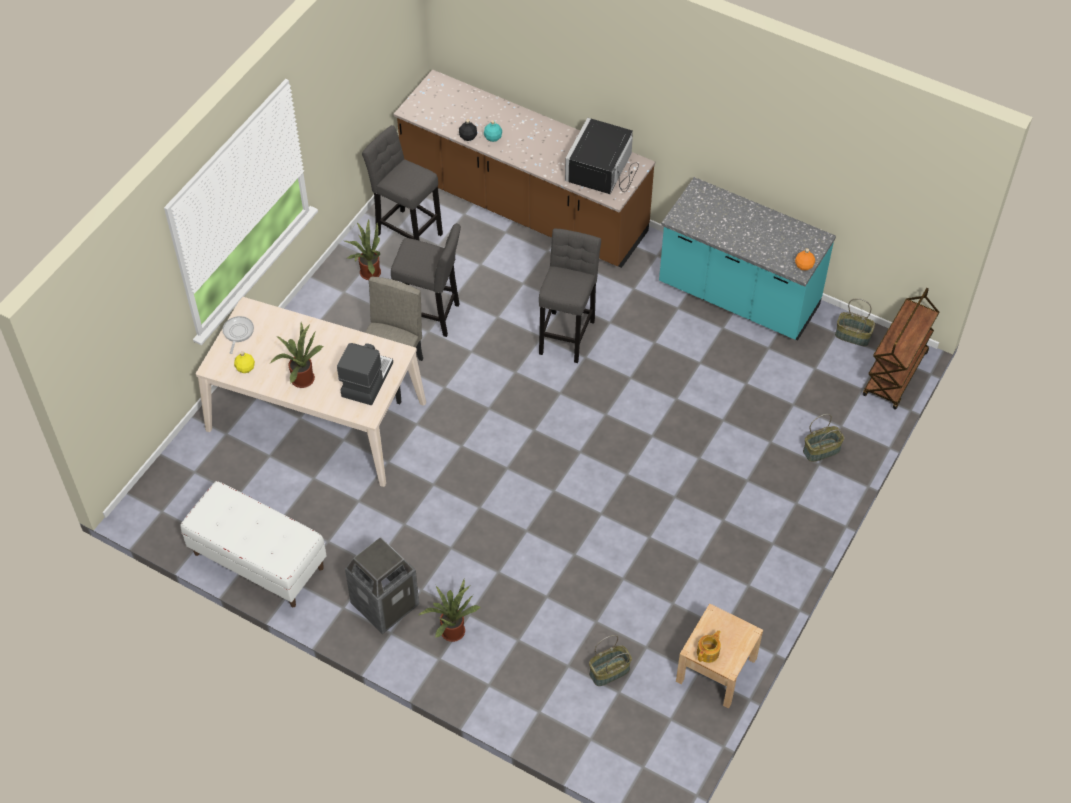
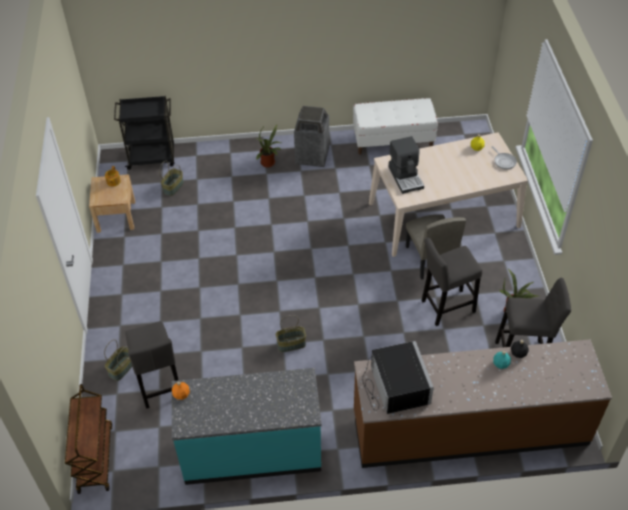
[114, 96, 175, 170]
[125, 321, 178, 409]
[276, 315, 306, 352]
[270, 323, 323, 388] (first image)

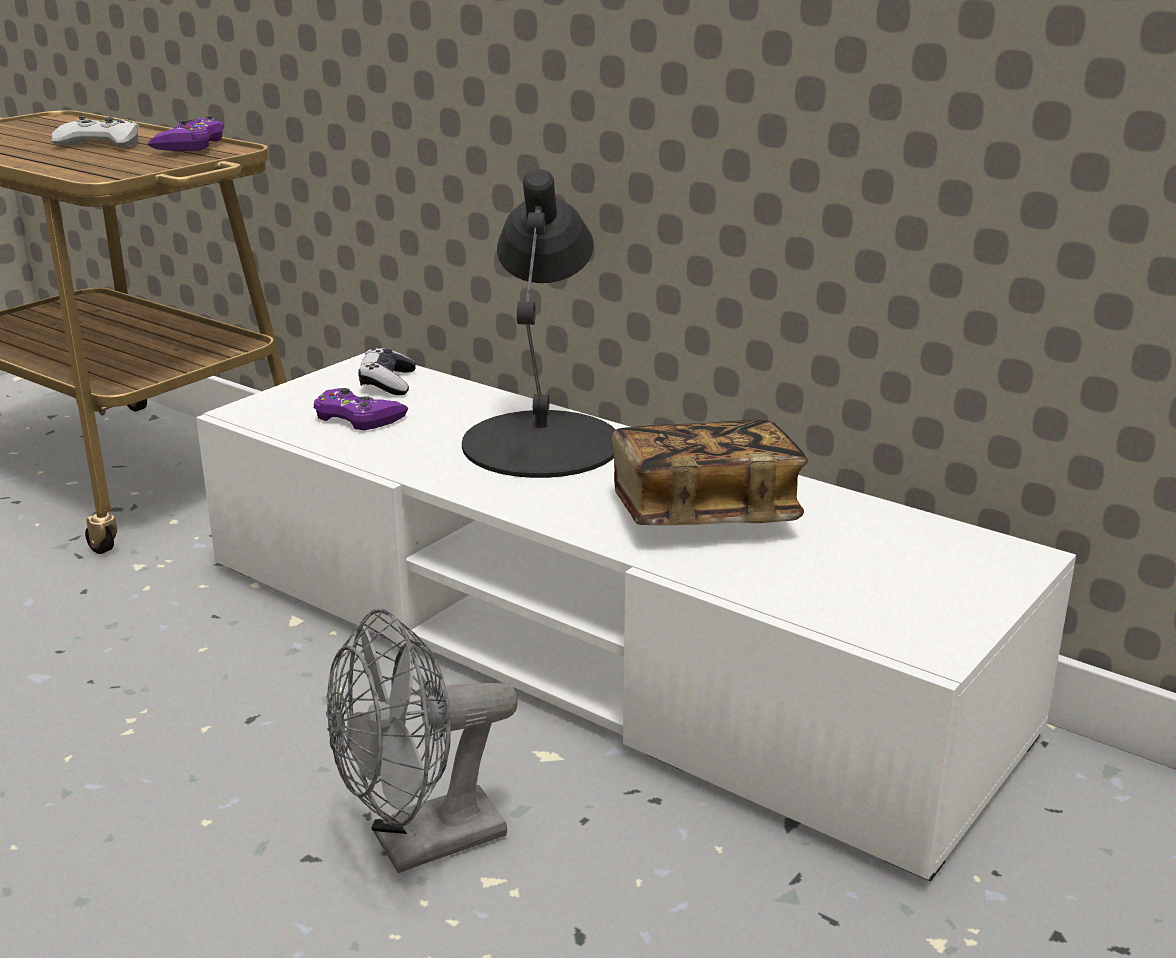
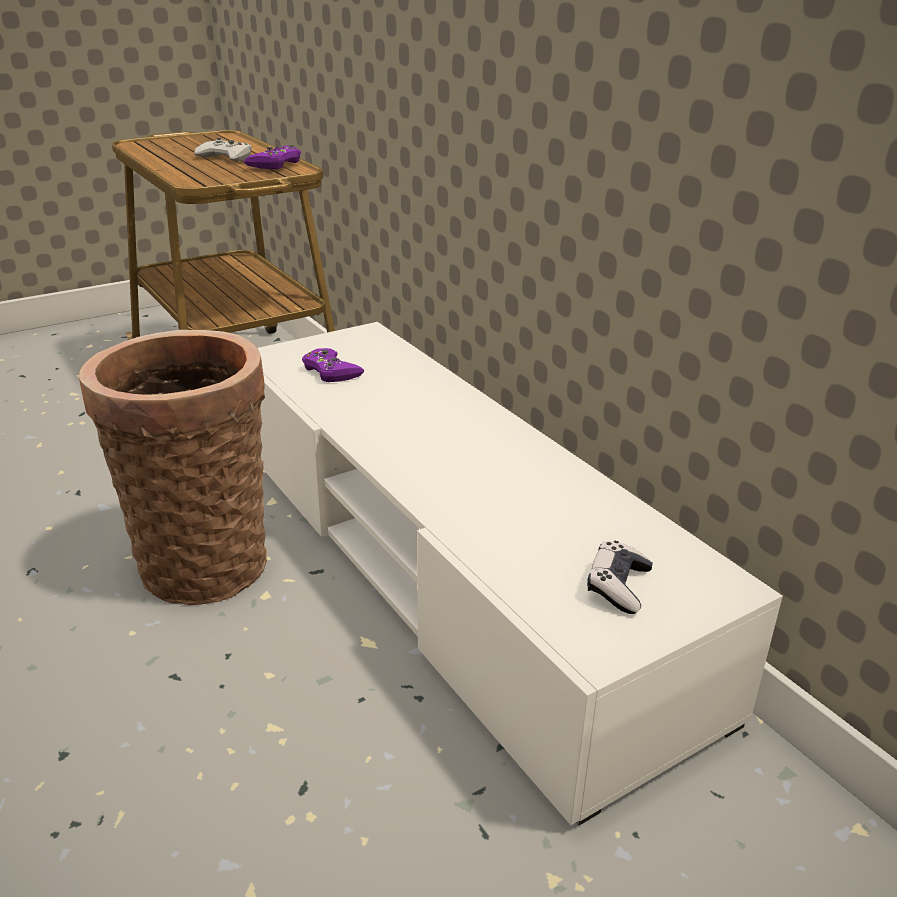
[79, 330, 267, 605]
[587, 541, 653, 614]
[326, 608, 518, 873] (first image)
[462, 169, 616, 478] (first image)
[612, 420, 808, 525] (first image)

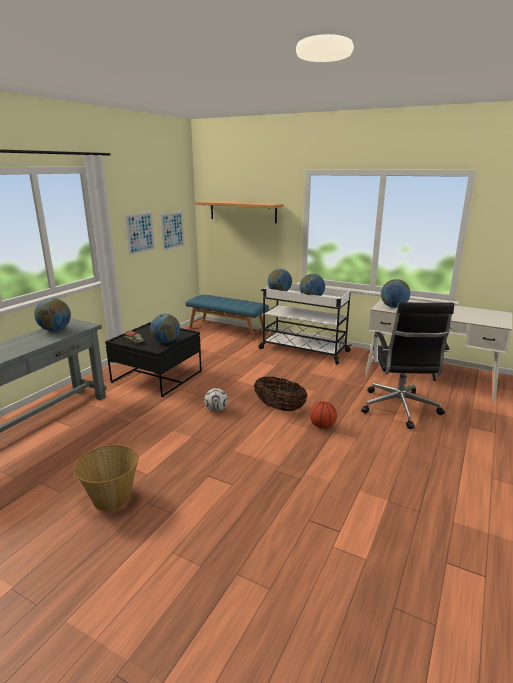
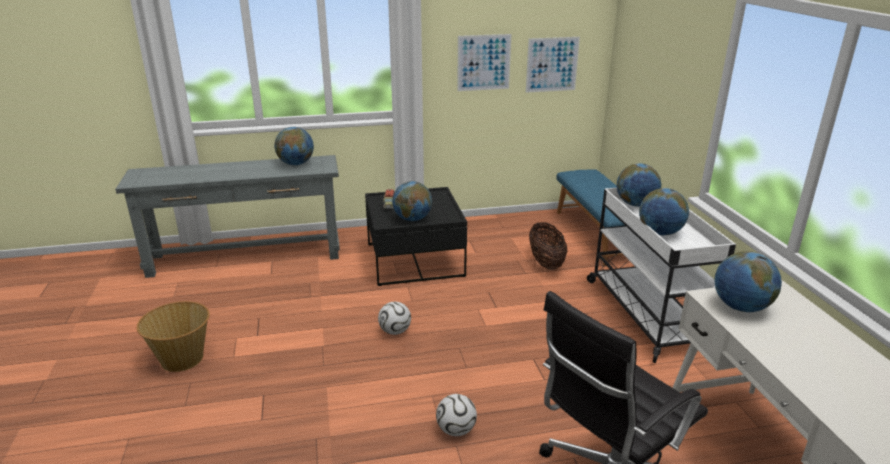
[436, 394, 477, 436]
[529, 222, 567, 270]
[195, 201, 283, 223] (first image)

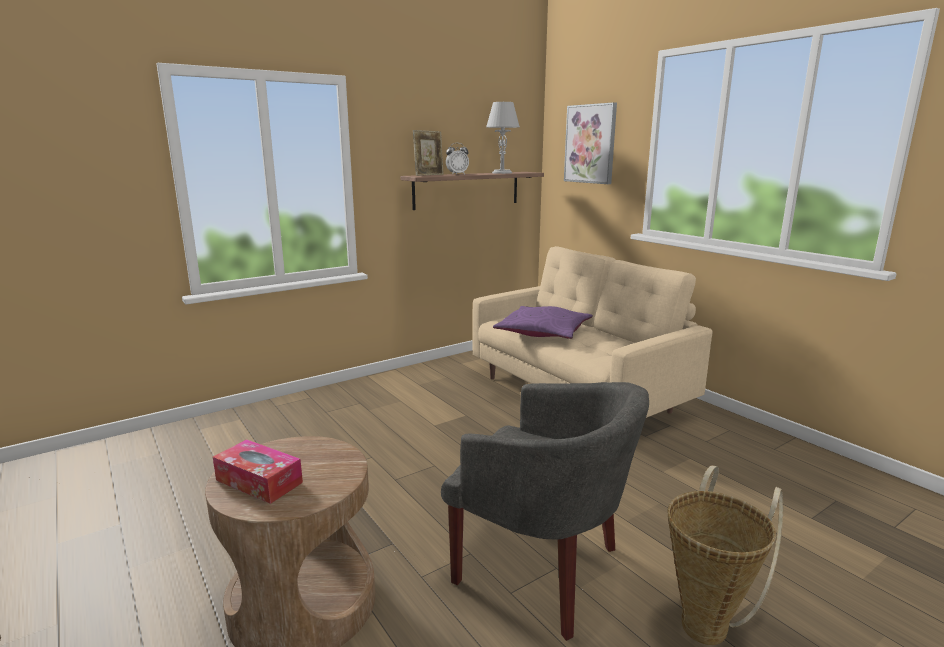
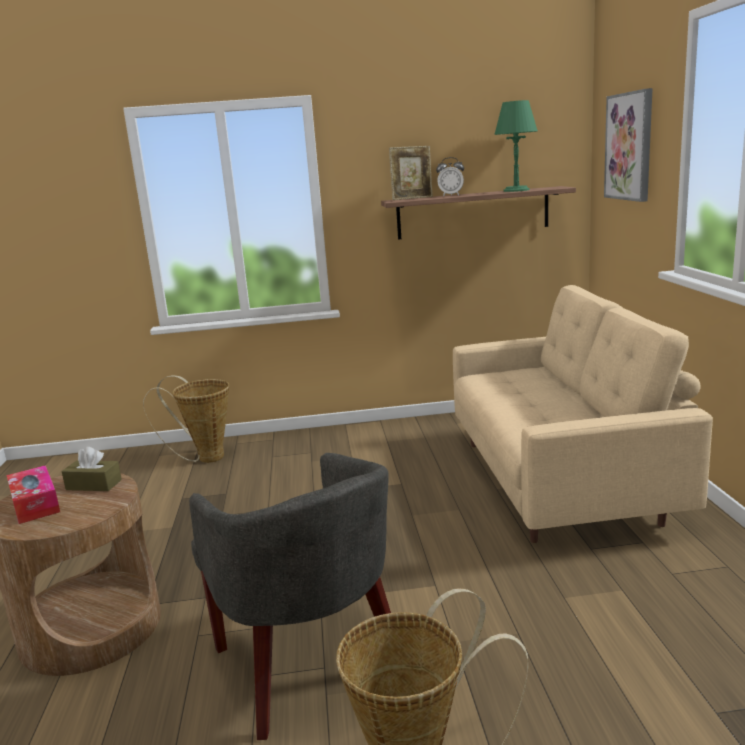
[61, 447, 122, 491]
[143, 375, 229, 463]
[494, 100, 538, 192]
[493, 306, 593, 339] (first image)

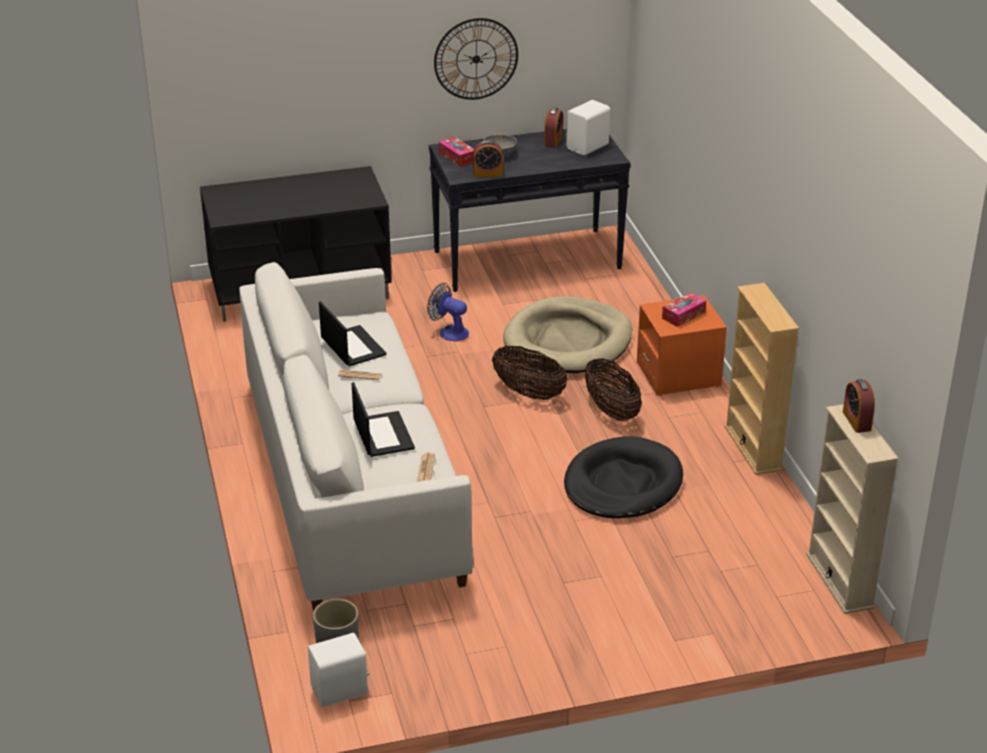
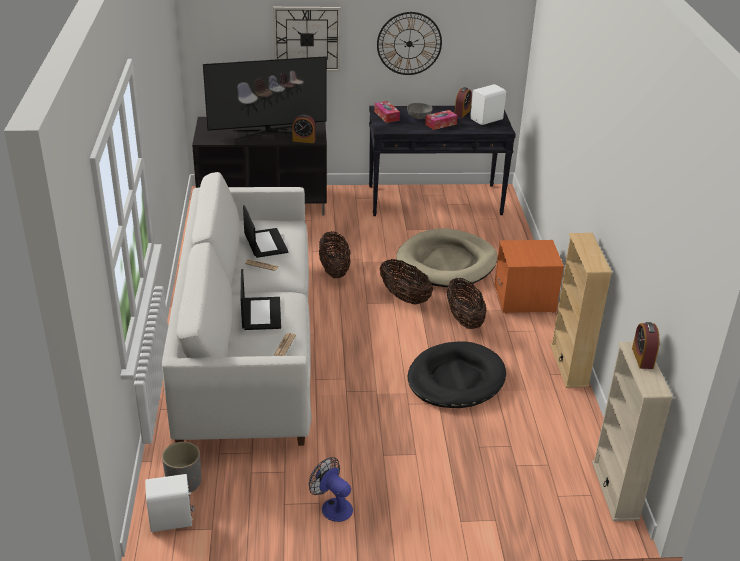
[203, 56, 327, 140]
[273, 7, 341, 72]
[292, 114, 316, 143]
[309, 457, 353, 522]
[319, 232, 351, 278]
[425, 110, 458, 130]

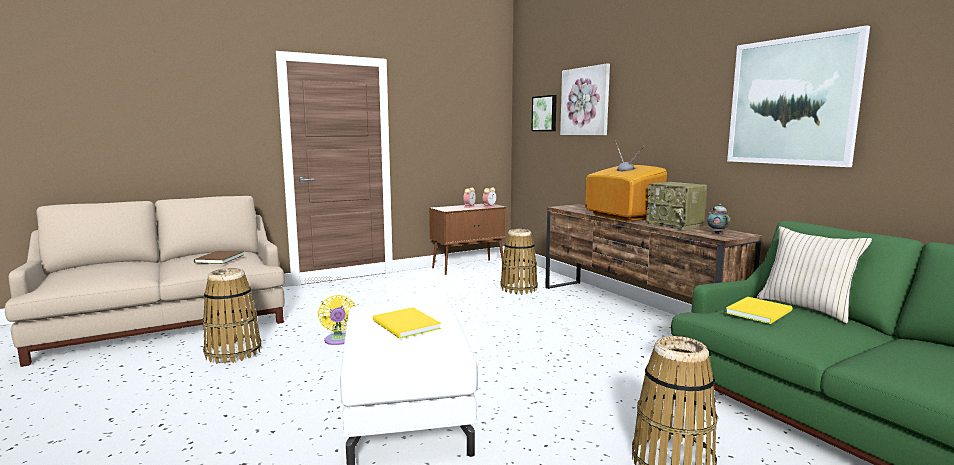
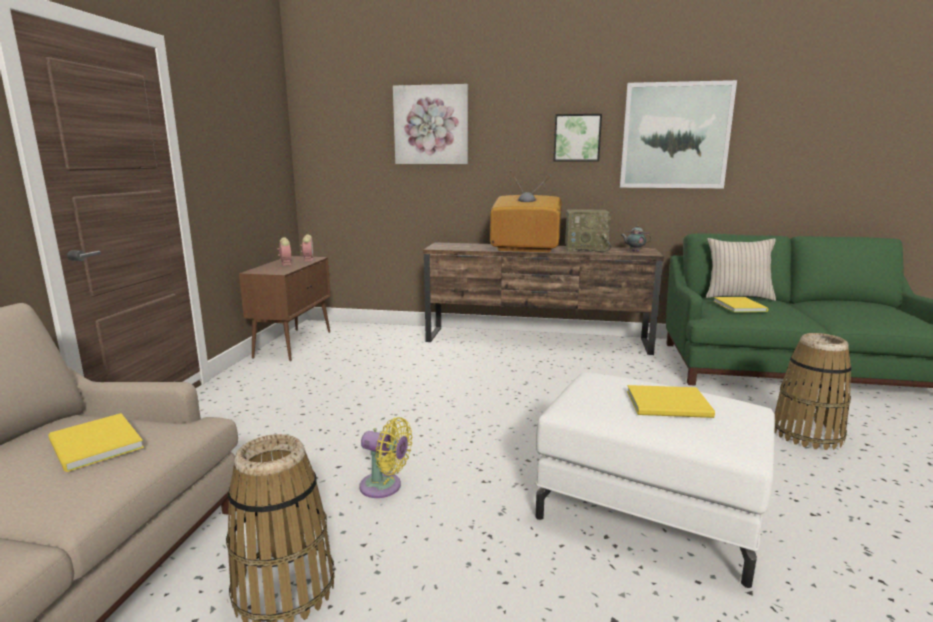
[48, 413, 144, 472]
[554, 114, 602, 161]
[500, 229, 538, 294] (first image)

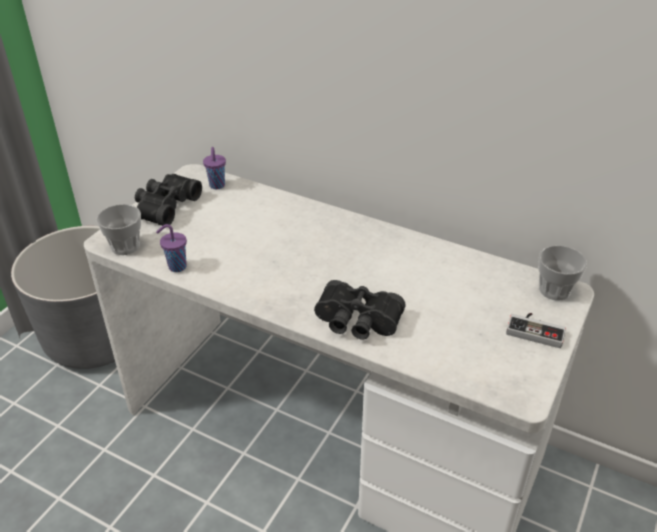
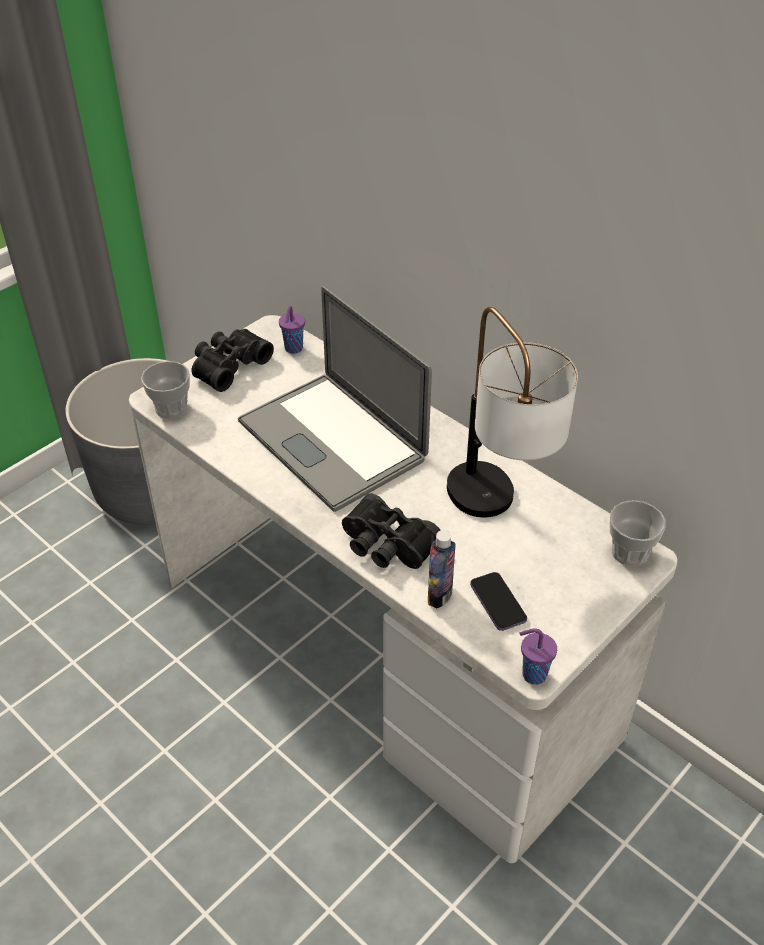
[238, 286, 432, 512]
[428, 530, 456, 608]
[447, 307, 578, 517]
[470, 572, 527, 631]
[519, 628, 557, 685]
[506, 313, 566, 348] (first image)

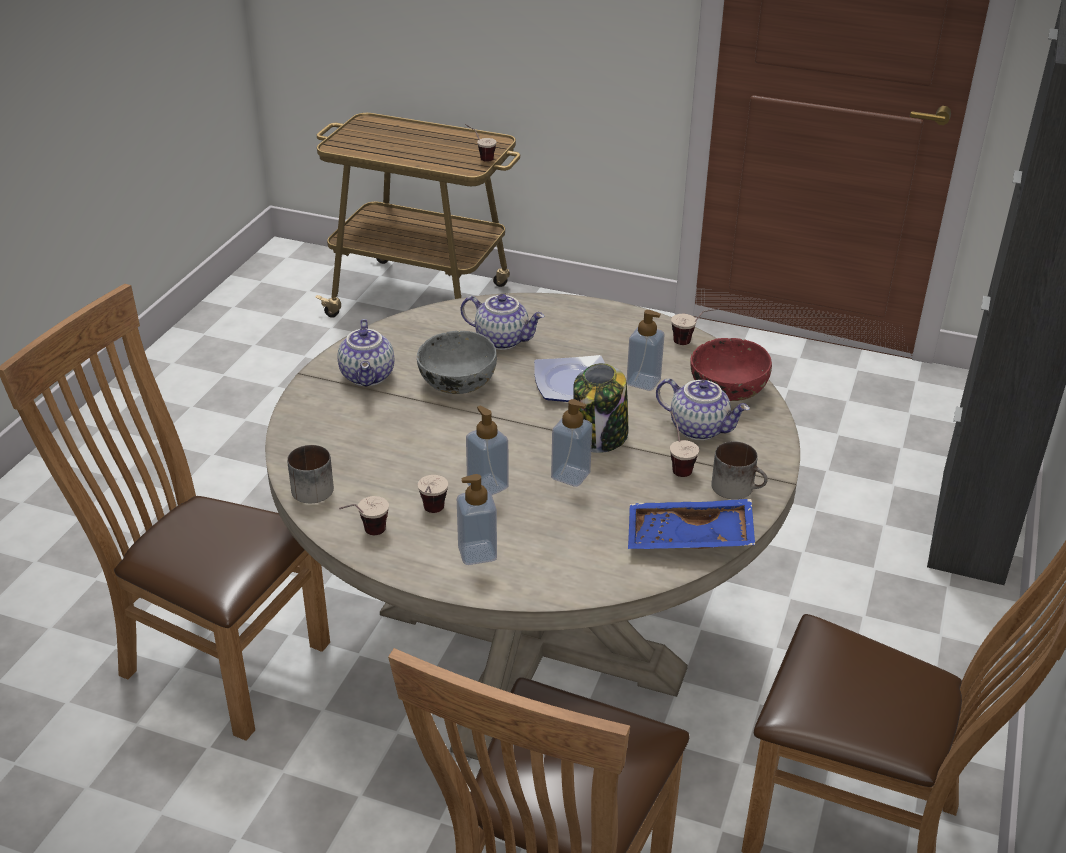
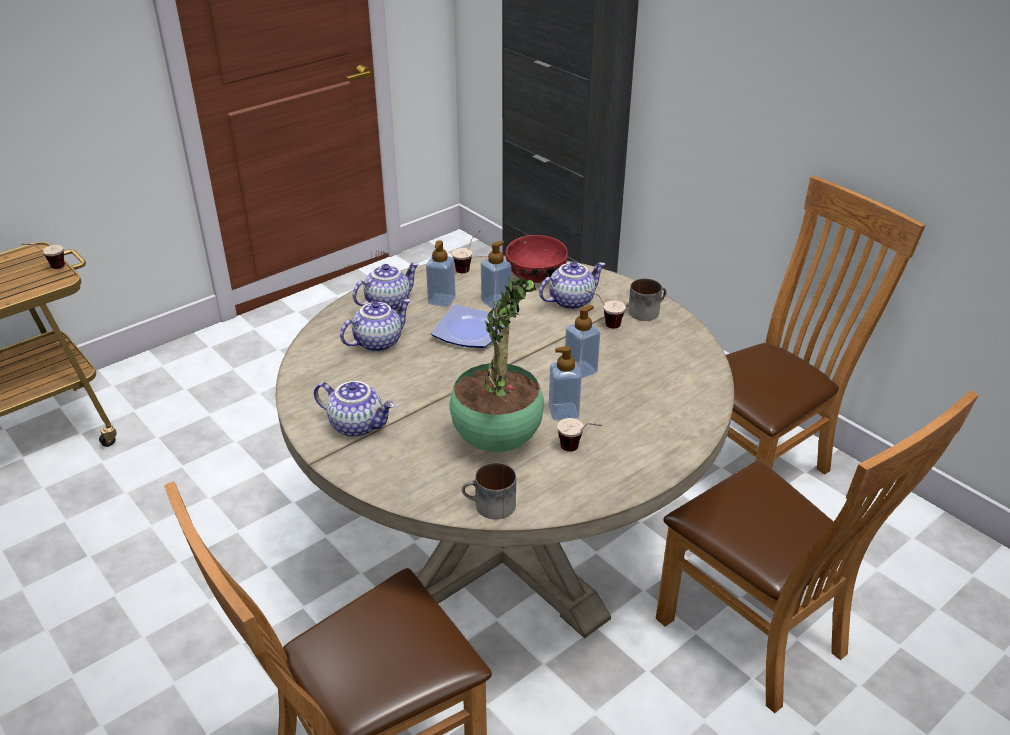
[353, 262, 419, 311]
[426, 240, 456, 307]
[449, 276, 544, 452]
[339, 496, 389, 535] (first image)
[417, 331, 497, 394] (first image)
[573, 363, 628, 453] (first image)
[628, 499, 755, 549] (first image)

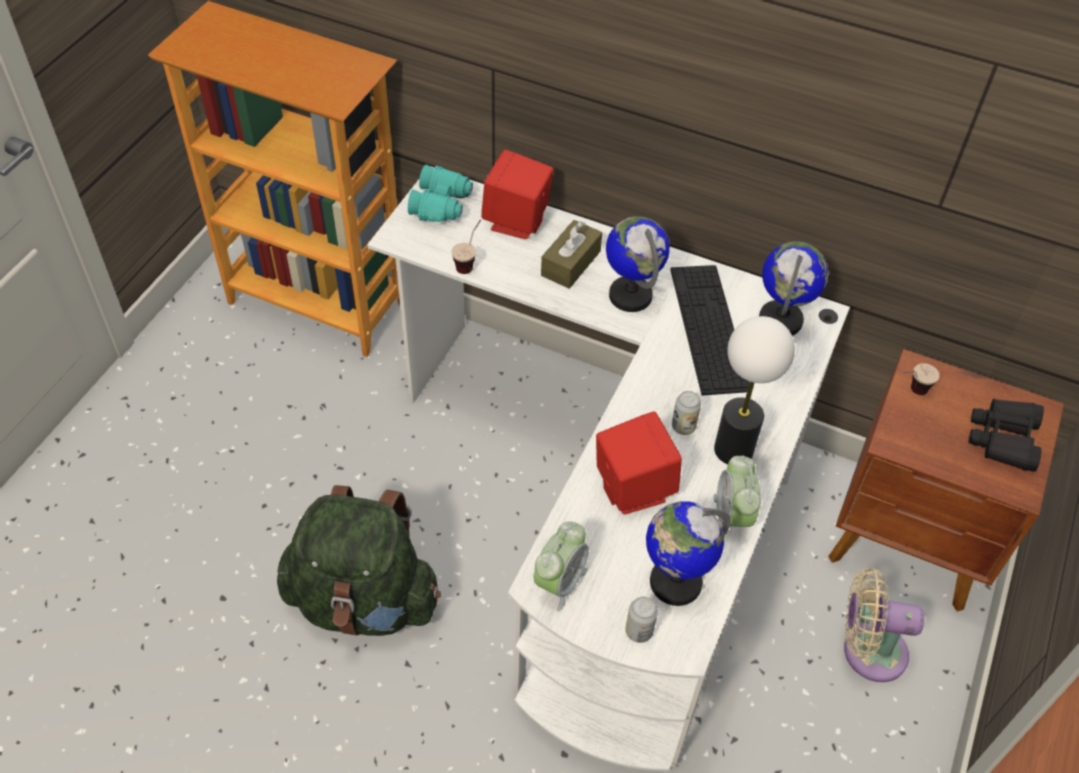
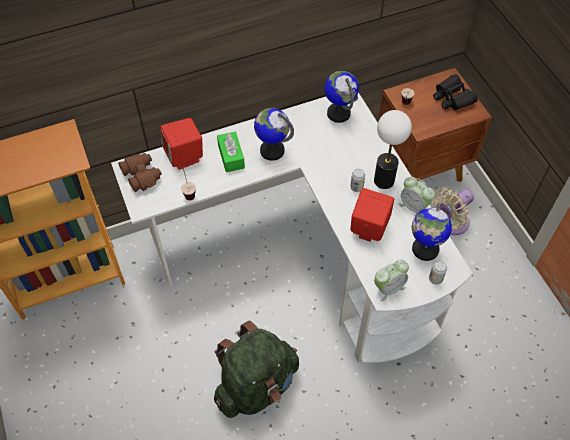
[118, 153, 162, 192]
[217, 132, 245, 172]
[374, 259, 409, 302]
[670, 265, 749, 395] (first image)

